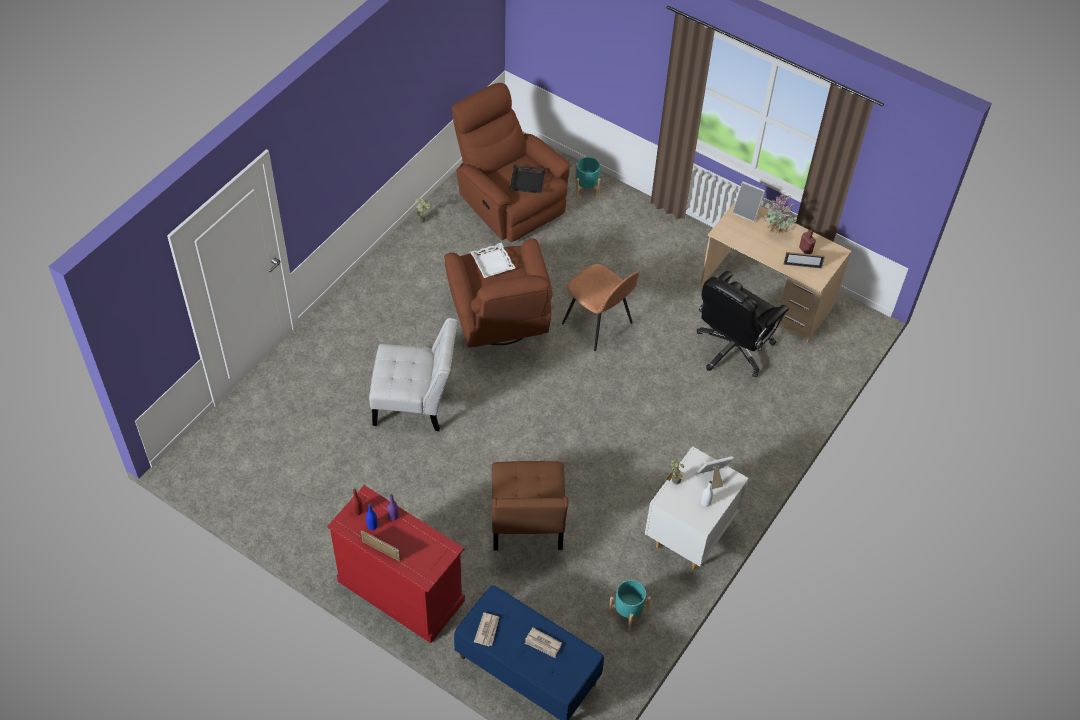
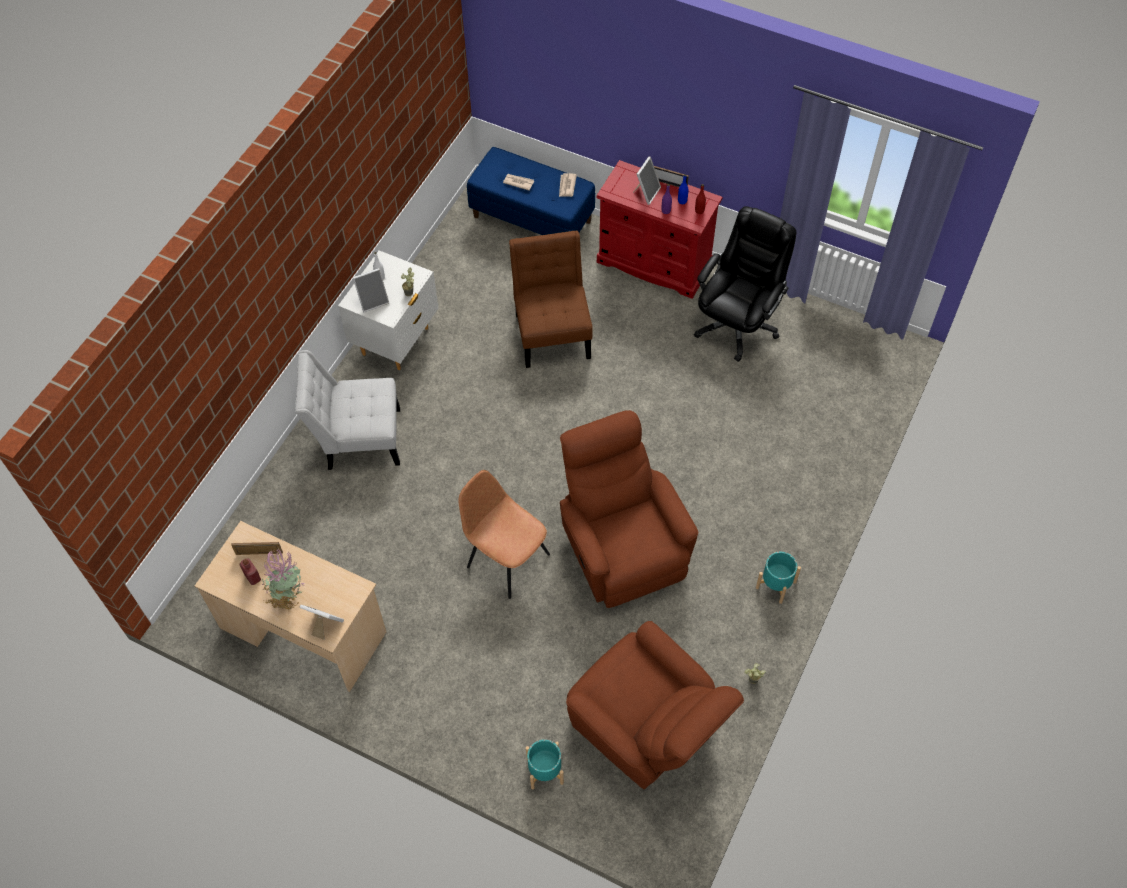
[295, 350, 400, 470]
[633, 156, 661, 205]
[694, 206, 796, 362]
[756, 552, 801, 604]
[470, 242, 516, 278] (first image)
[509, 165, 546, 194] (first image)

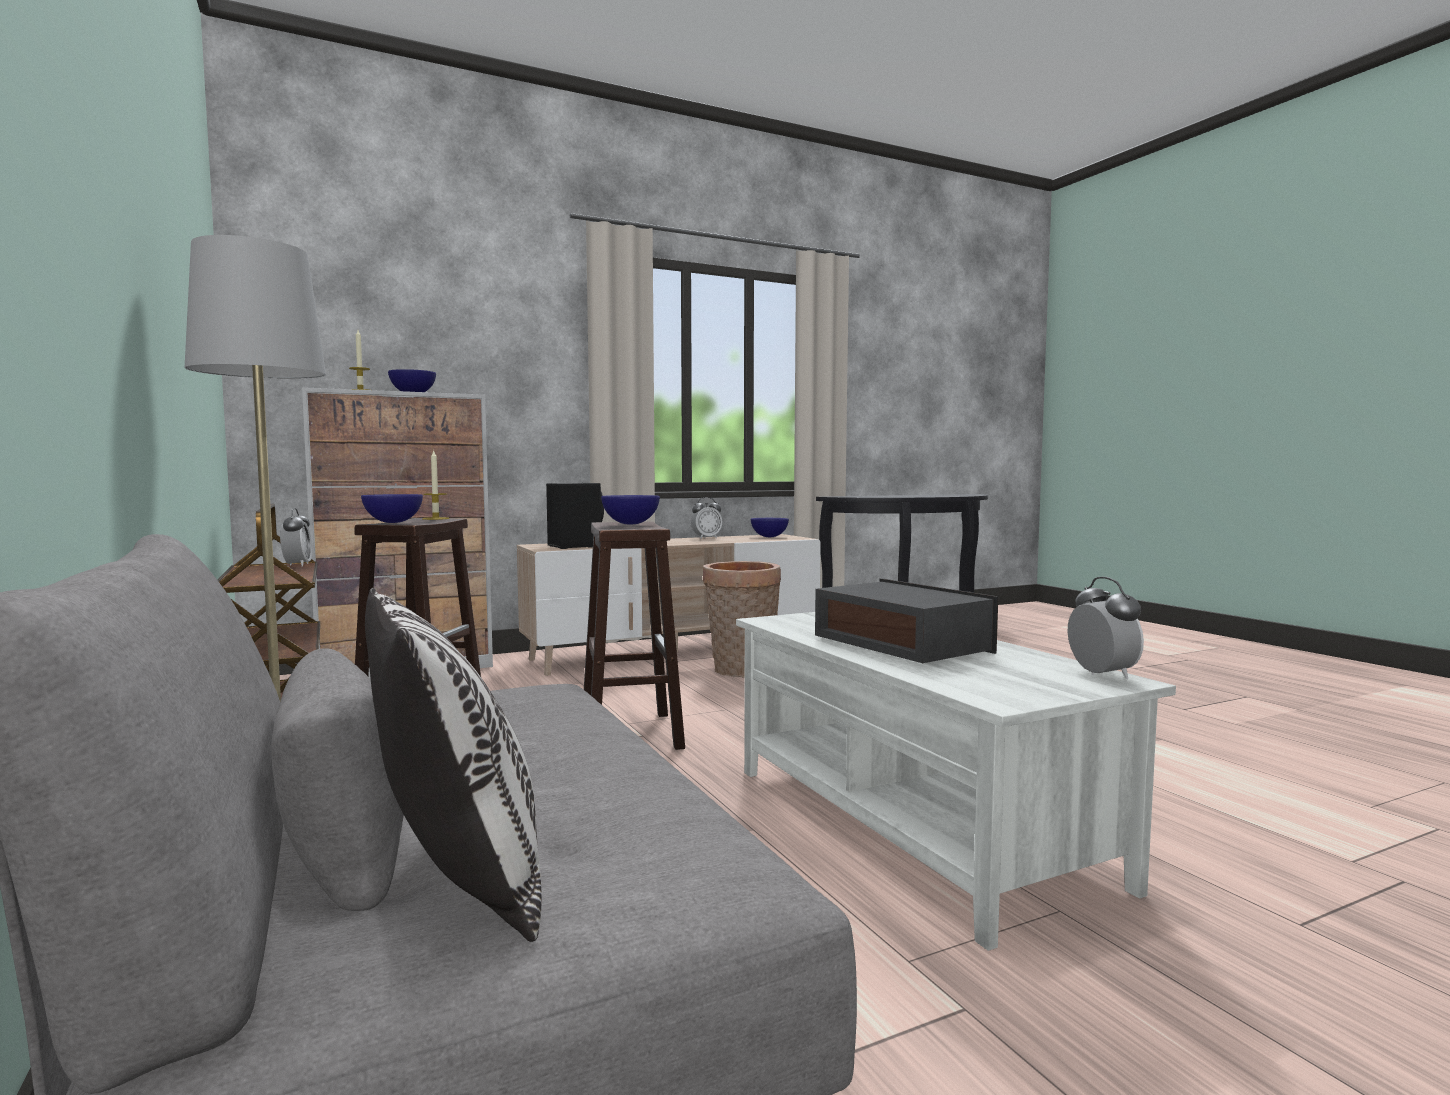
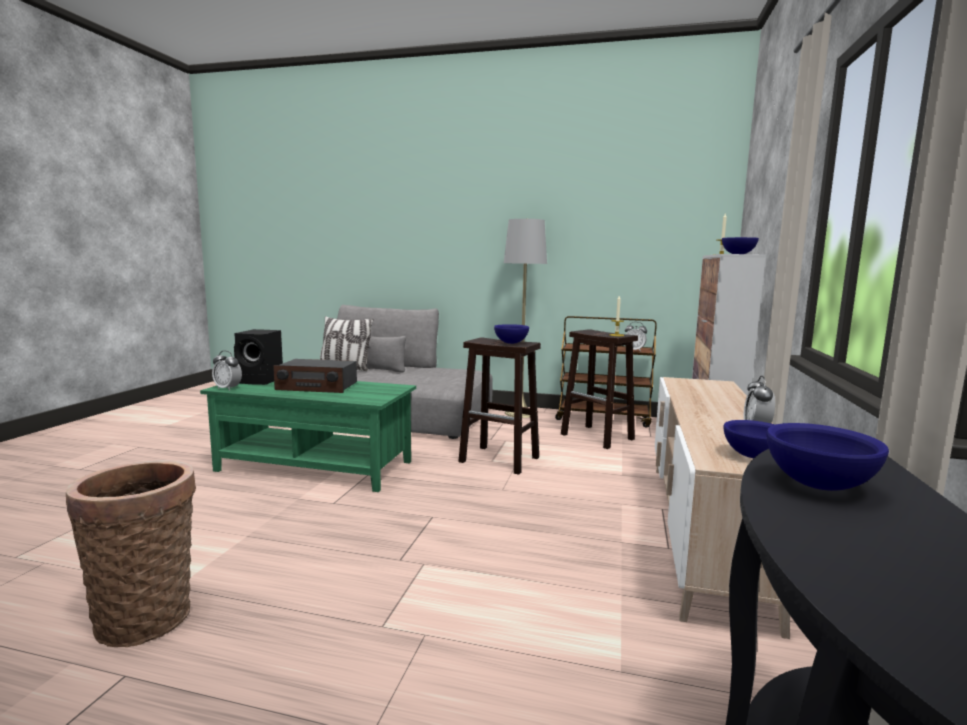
[66, 460, 196, 647]
[200, 381, 416, 492]
[234, 329, 283, 385]
[766, 423, 889, 491]

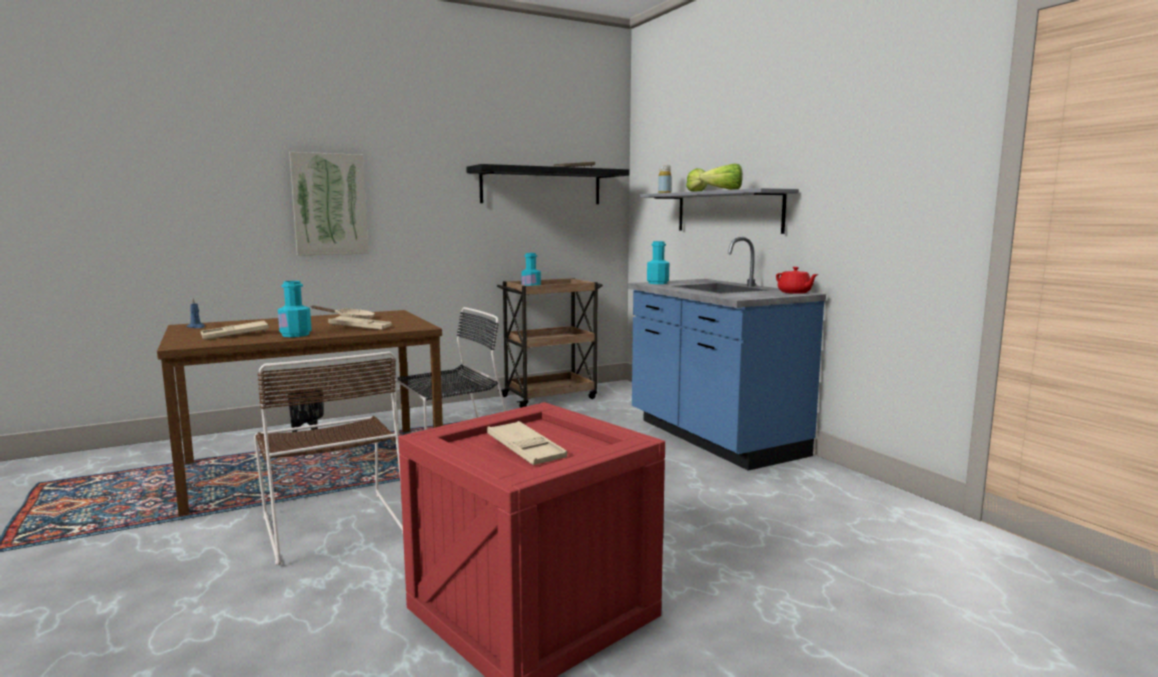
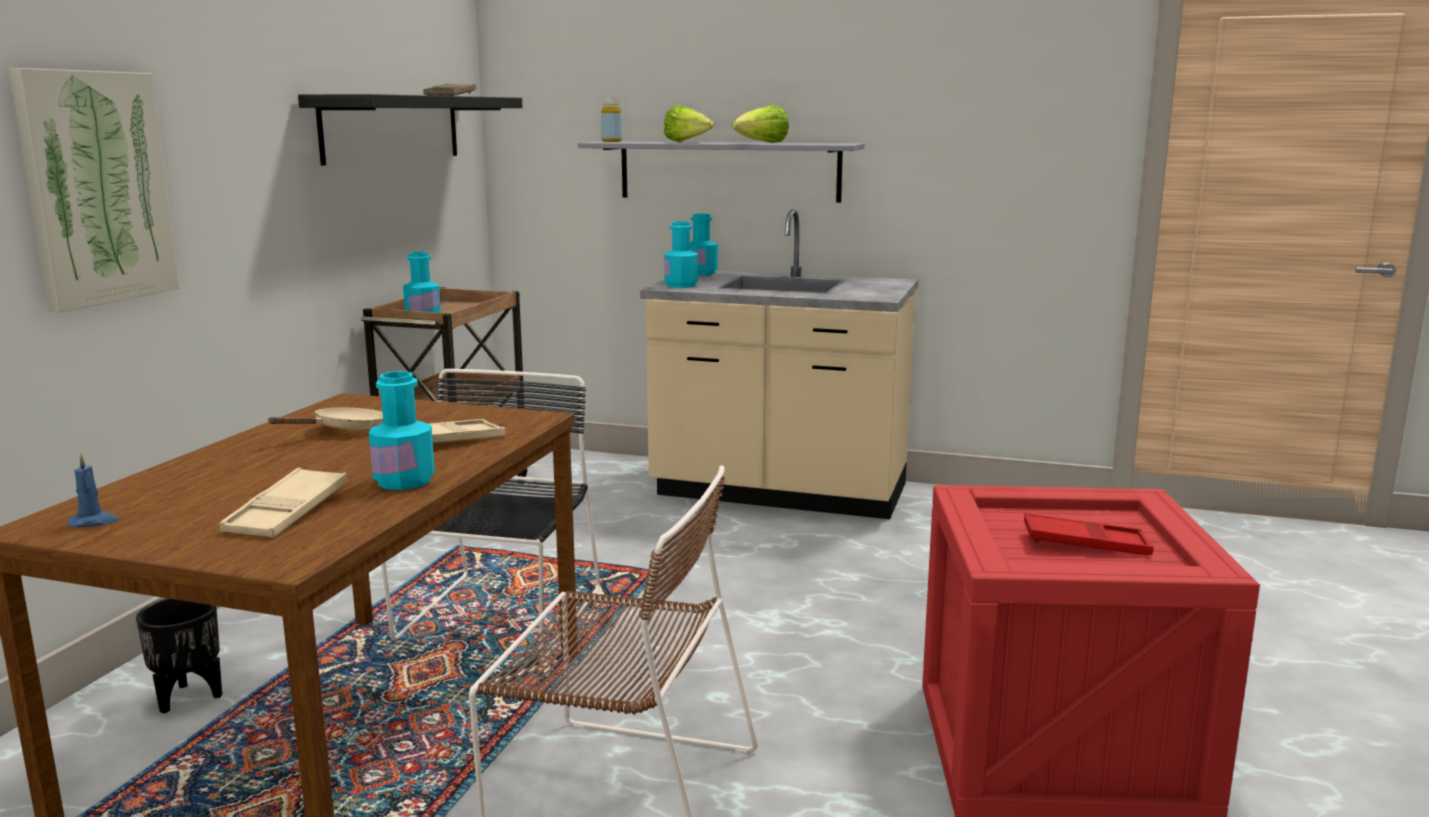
[640, 209, 918, 519]
[690, 213, 718, 275]
[1024, 513, 1154, 555]
[776, 267, 818, 294] (first image)

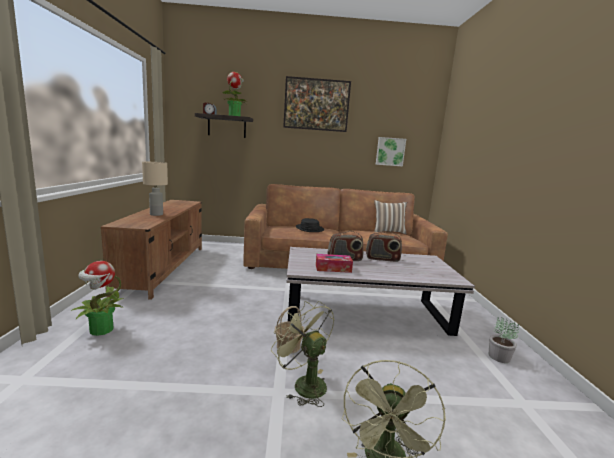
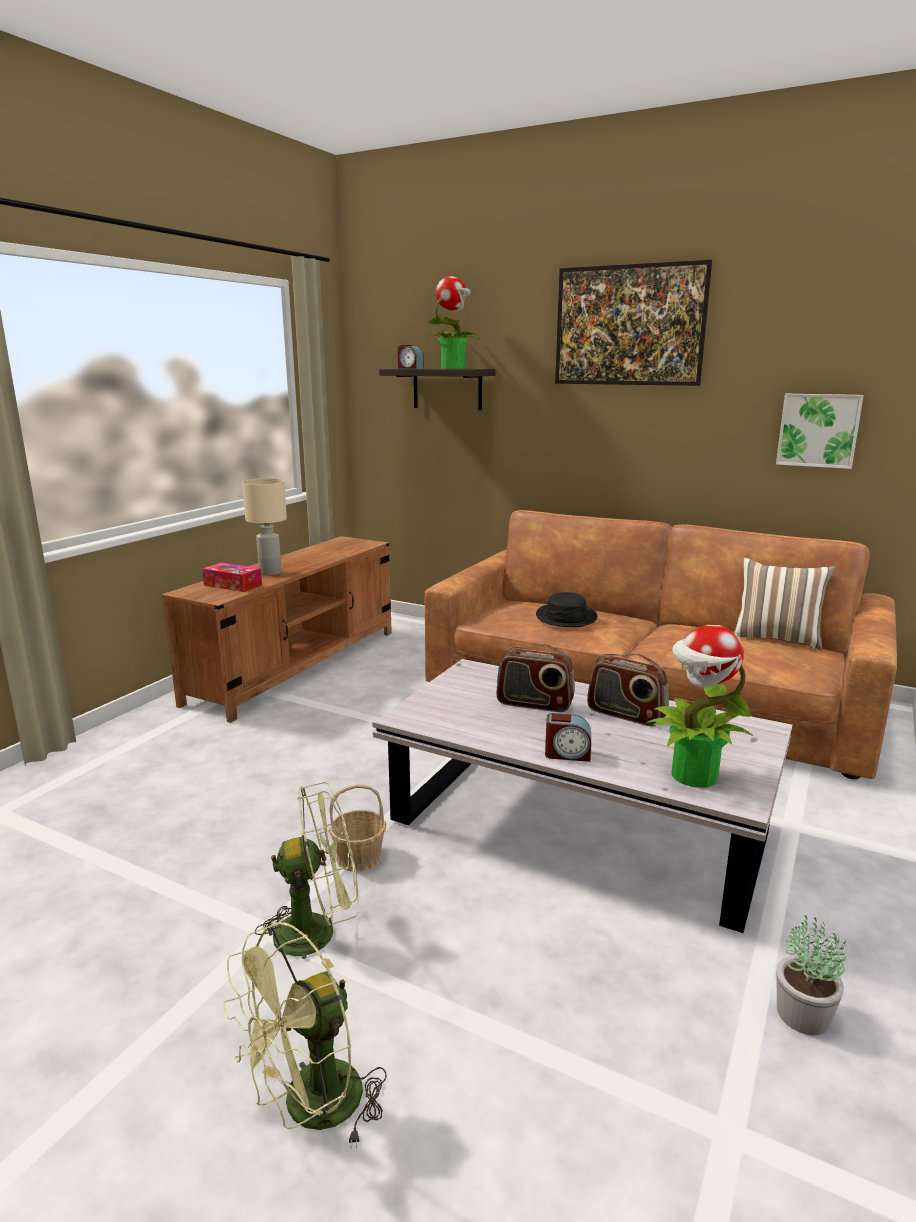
[202, 562, 262, 592]
[255, 782, 359, 970]
[545, 713, 591, 762]
[646, 625, 753, 788]

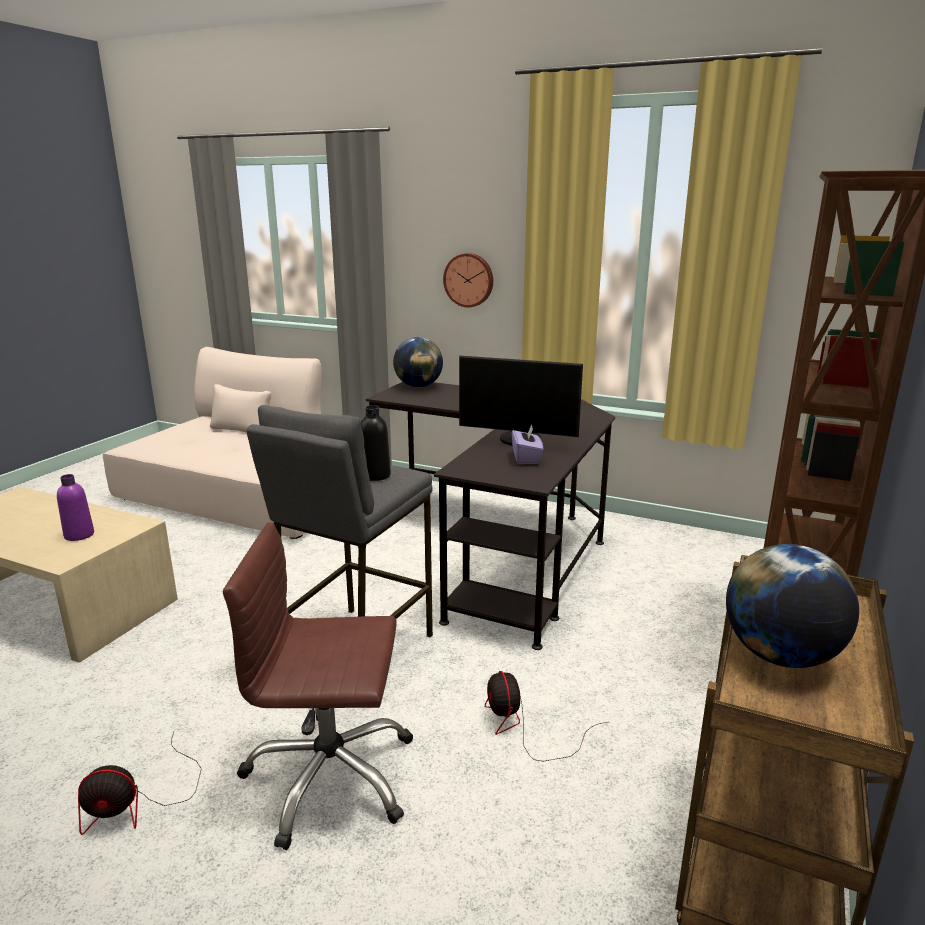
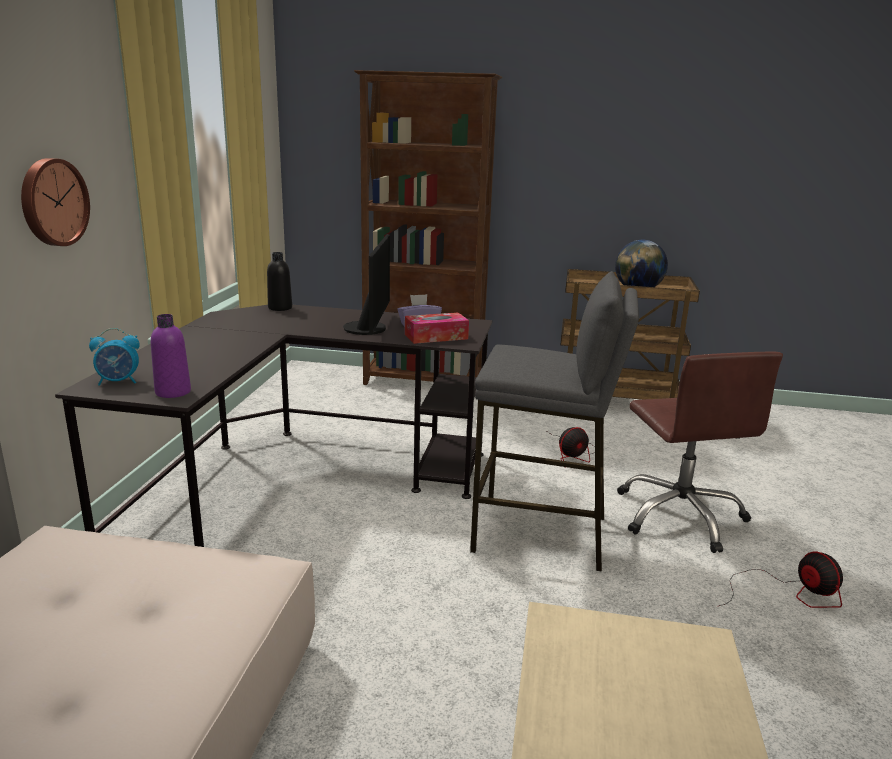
[89, 328, 140, 386]
[151, 314, 191, 398]
[267, 252, 292, 311]
[405, 312, 469, 344]

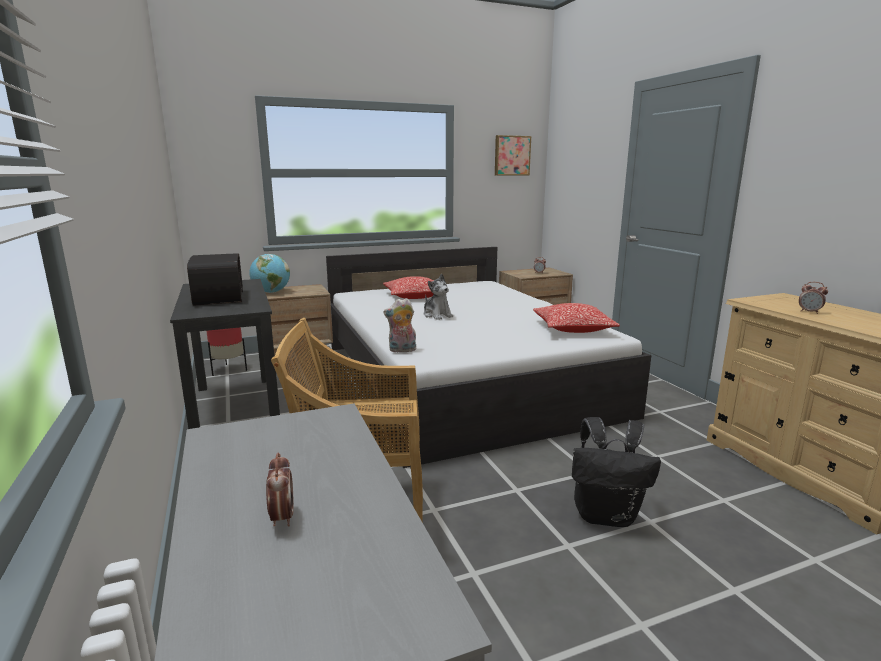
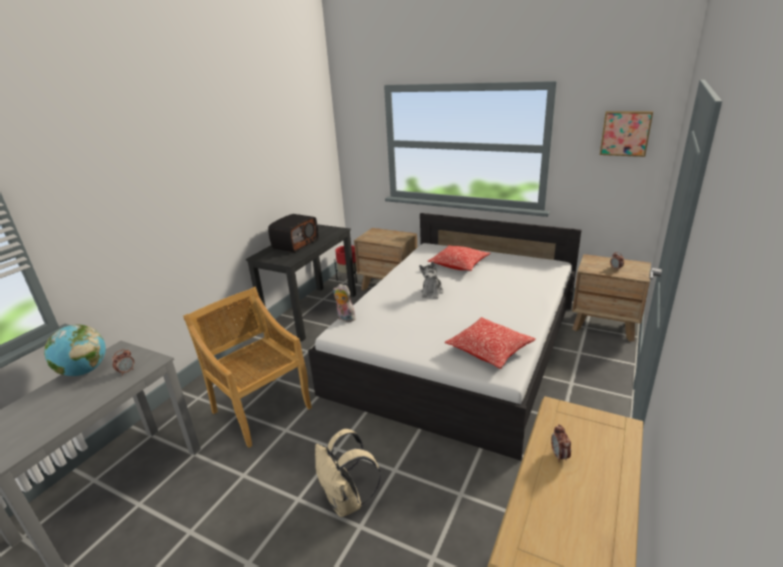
[44, 324, 106, 376]
[112, 349, 134, 376]
[315, 429, 381, 517]

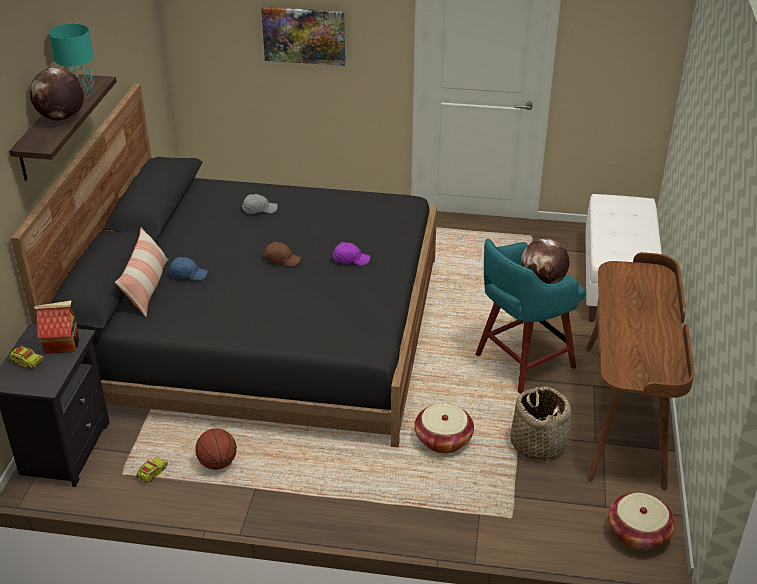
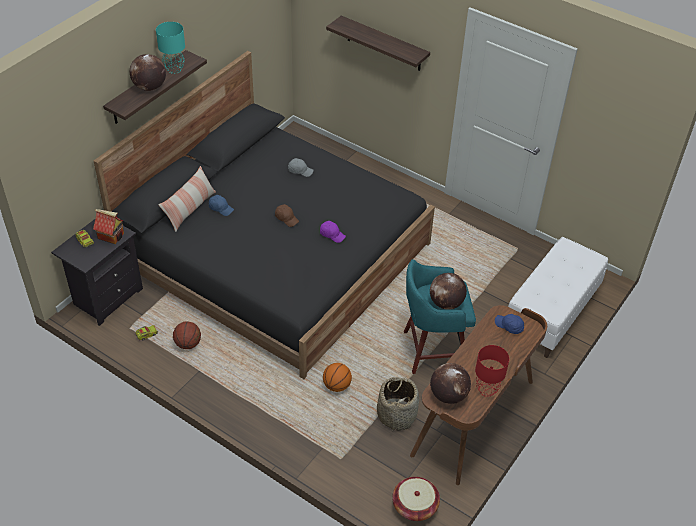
[323, 363, 352, 392]
[326, 16, 430, 71]
[430, 363, 471, 404]
[475, 345, 509, 397]
[495, 314, 524, 334]

